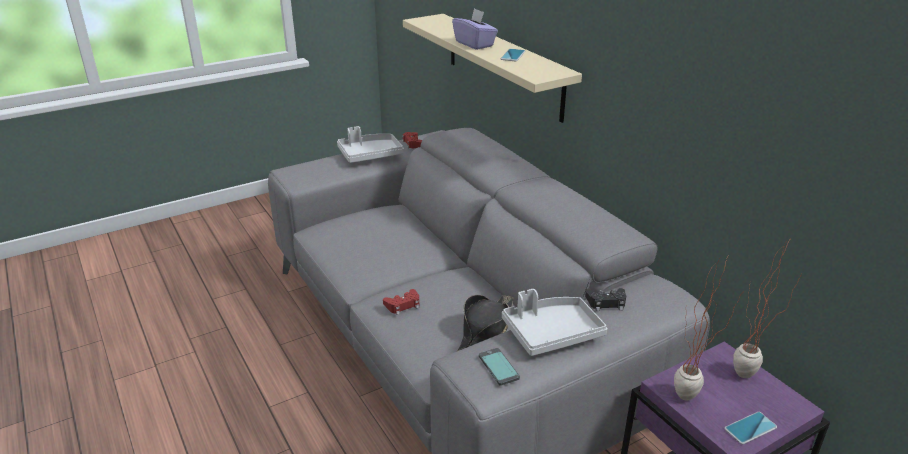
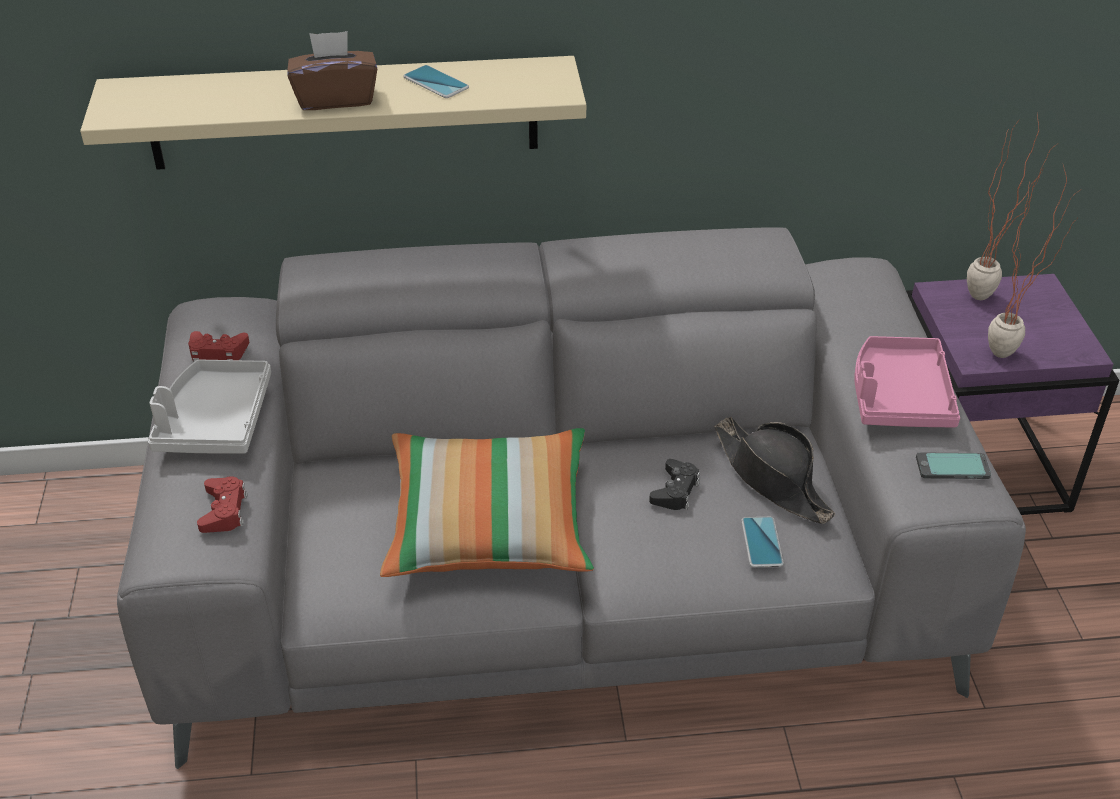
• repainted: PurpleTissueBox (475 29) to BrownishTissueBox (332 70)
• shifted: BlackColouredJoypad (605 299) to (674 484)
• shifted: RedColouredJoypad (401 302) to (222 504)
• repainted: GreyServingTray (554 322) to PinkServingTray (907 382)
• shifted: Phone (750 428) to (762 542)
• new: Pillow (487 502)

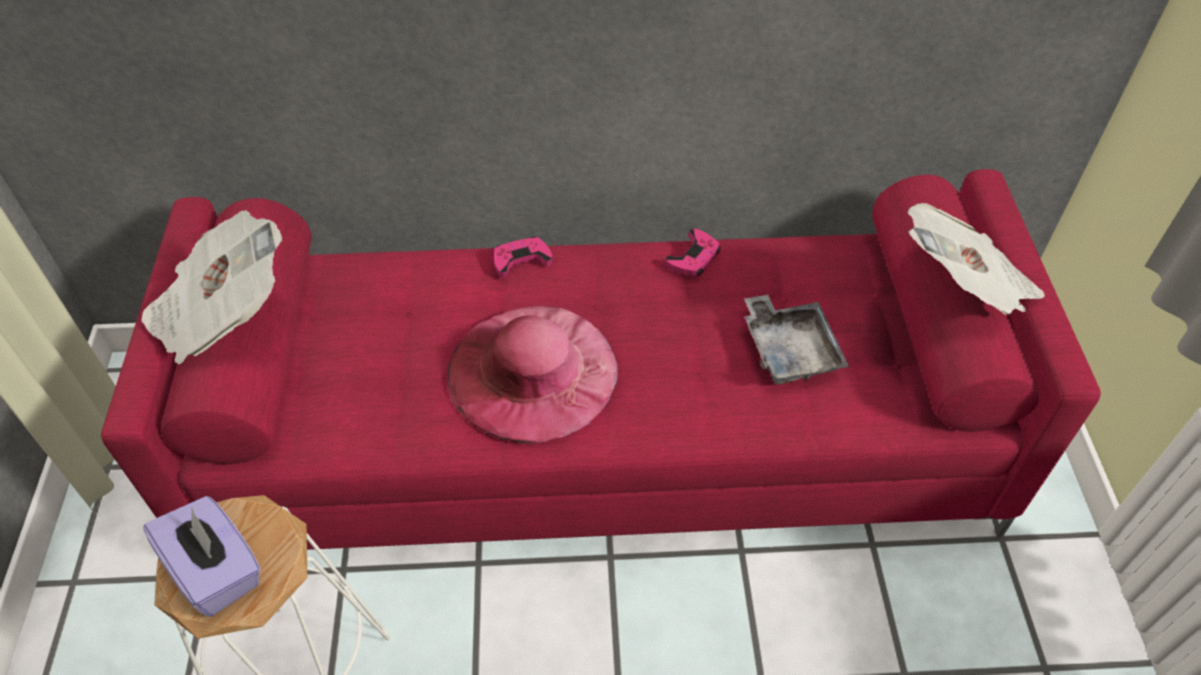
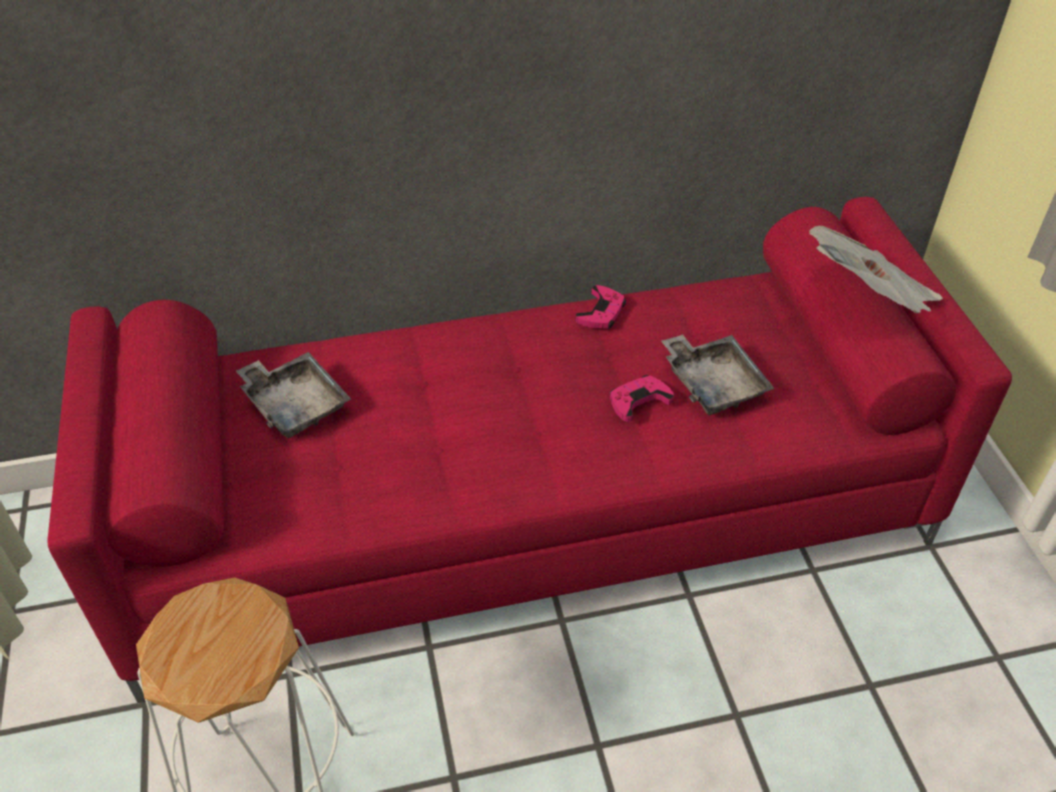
• gone: DailyPaper (211 287)
• shifted: PinkJoypad (523 256) to (641 398)
• gone: PinkHat (532 374)
• gone: PurpleTissueBox (202 556)
• new: GreyServingTray (293 395)

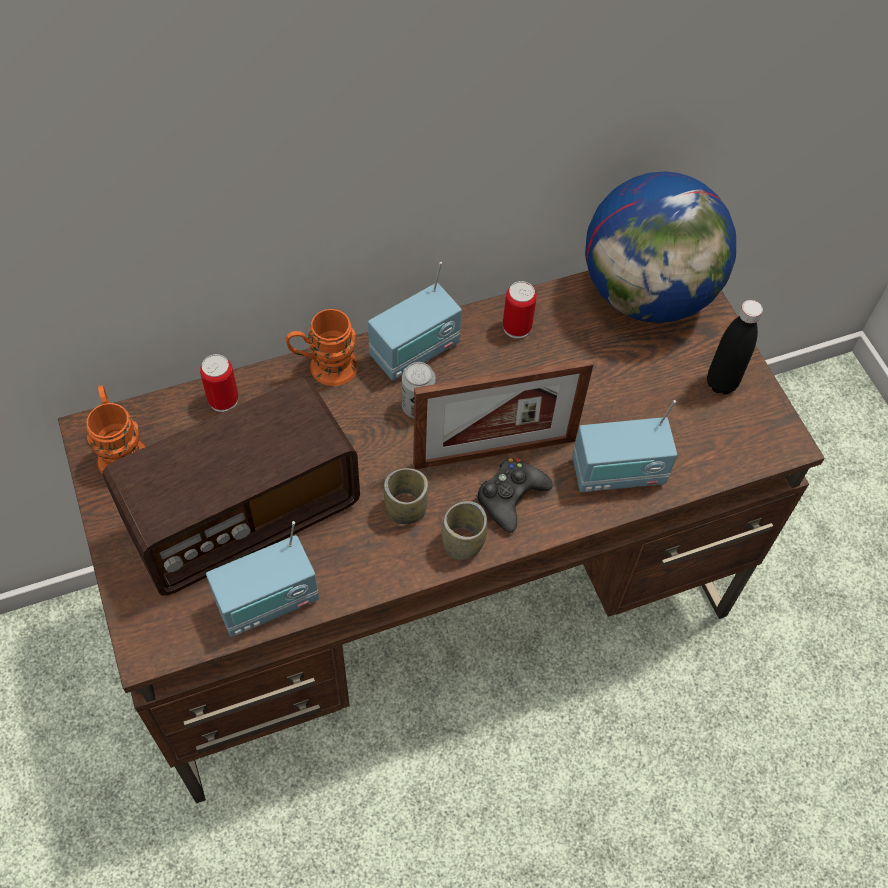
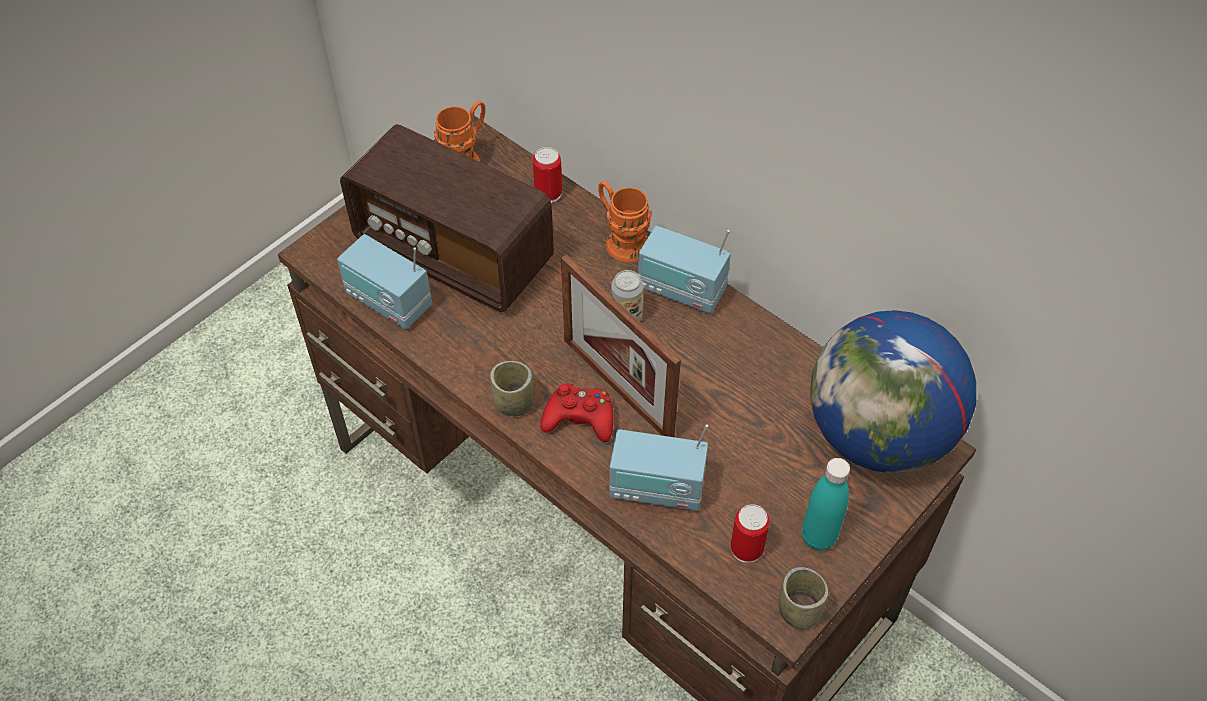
• shifted: SealedCan (520 310) to (750 533)
• repainted: BlackColouredBeverageBottle (735 347) to TurquoiseColouredBeverageBottle (826 504)
• rotated: RadioReceiver (624 446) = (658 467) 45 degrees counterclockwise
• repainted: BlackColouredJoypad (515 495) to RedColouredJoypad (576 413)
• shifted: SmallCup (406 496) to (803 598)

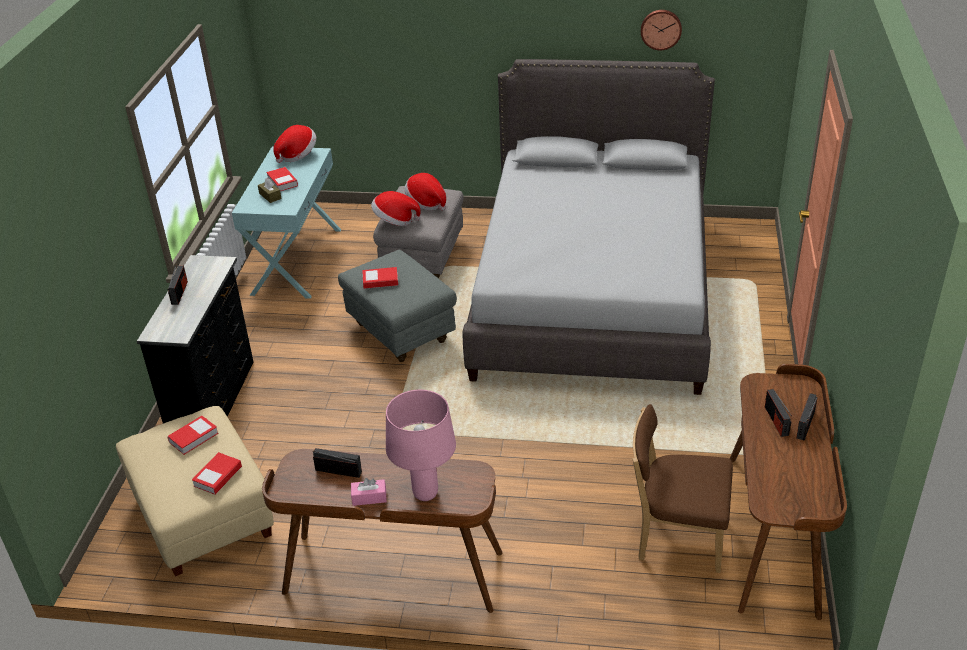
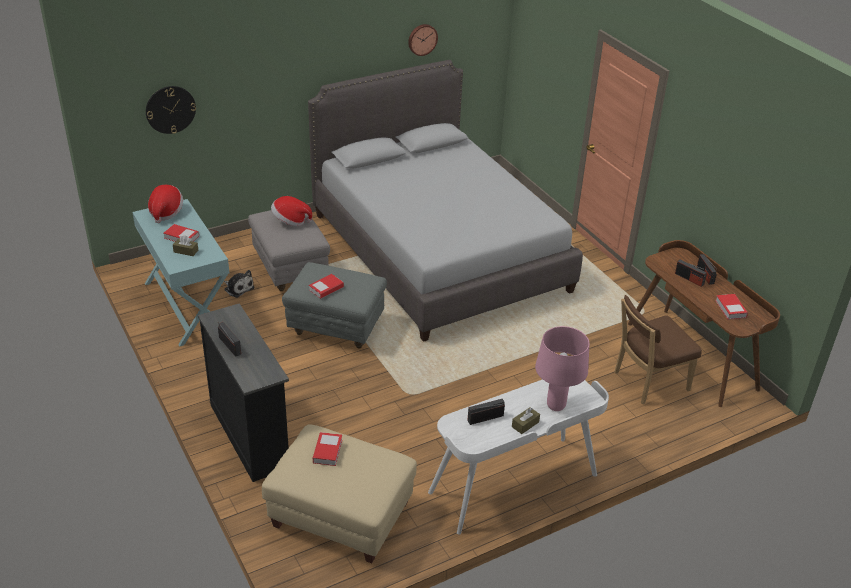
• gone: Hat (396 208)
• repainted: BrownishDeskTable (382 531) to WhitishDeskTable (518 457)
• shifted: Volume (217 473) to (731 307)
• repainted: PinkTissueBox (369 492) to BrownishTissueBox (526 420)
• new: HangingClock (171 110)
• new: PlushToy (239 284)

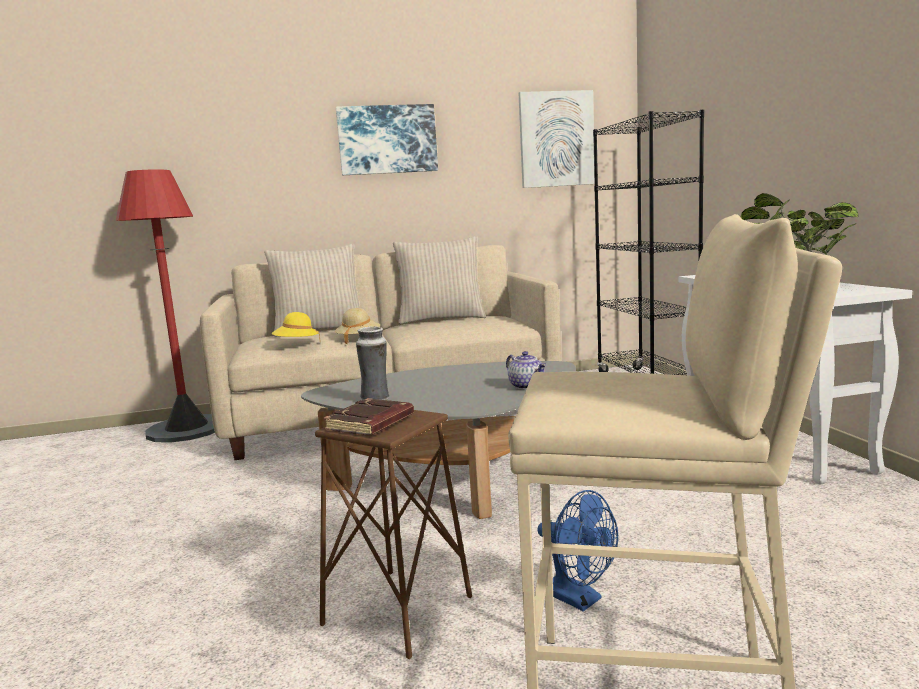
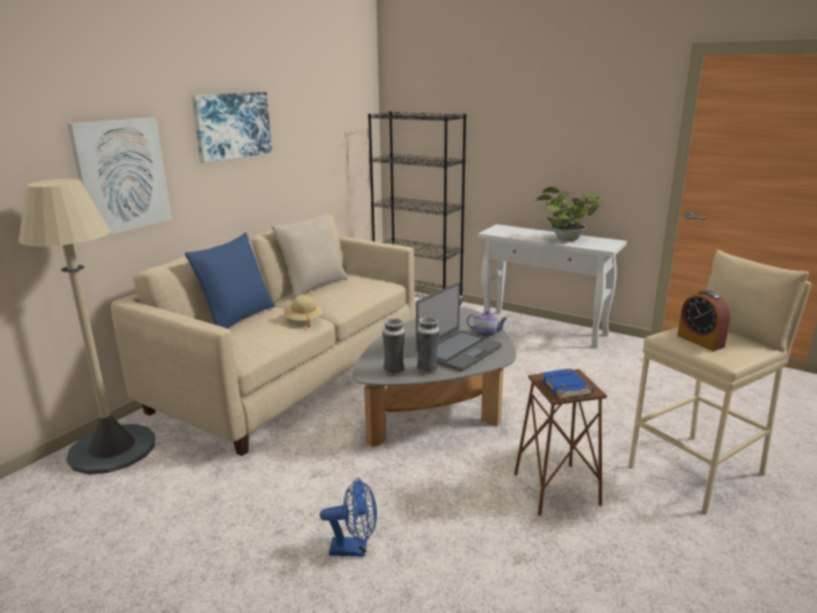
• shifted: WallArt (556 139) to (120 176)
• repainted: RedColouredFloorLamp (165 306) to BeigeFloorLamp (87 327)
• repainted: BeigePillow (312 290) to BlueColouredPillow (230 280)
• gone: YellowColouredHat (296 327)
• repainted: BrownishVolume (369 417) to BlueColouredVolume (566 384)
• shifted: BlueColouredElectricFan (577 550) to (348 517)
• new: NotebookComputer (459 327)
• new: TableClock (704 320)
• new: DecorativeVase (393 346)

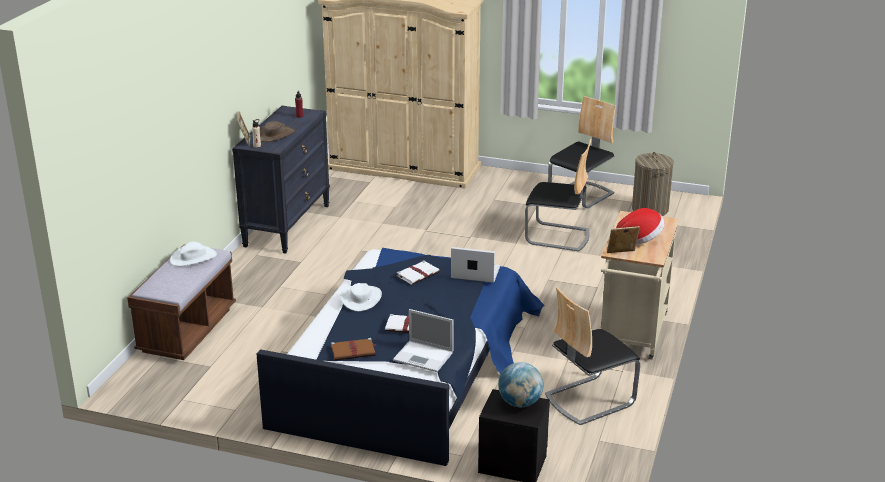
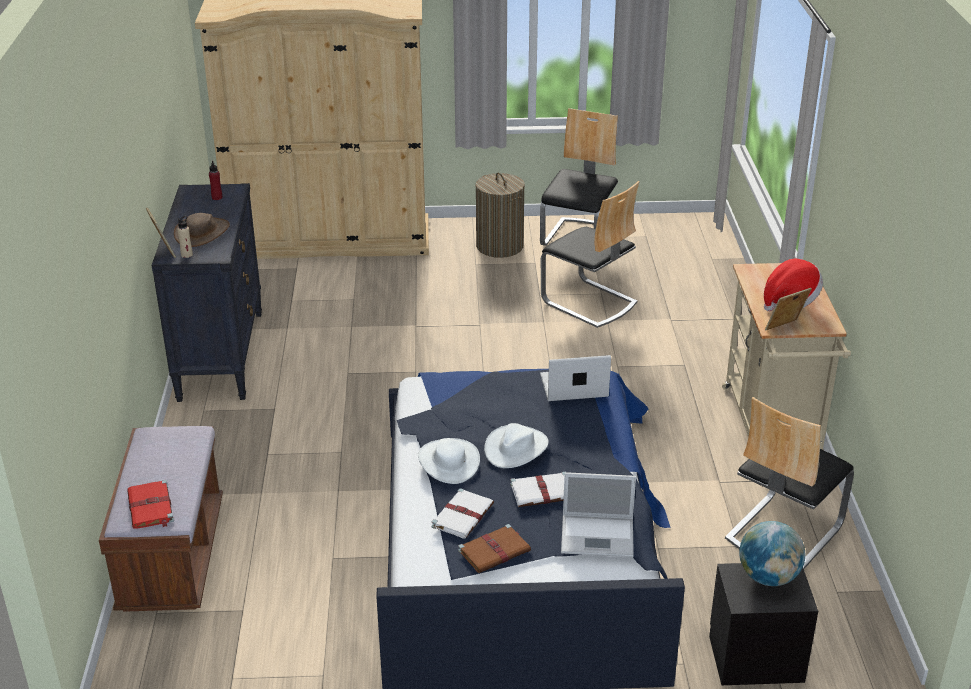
• rotated: Chair (558 195) = (590 254) 45 degrees clockwise
• shifted: LaundryBasket (653 184) to (500 215)
• shifted: WhitishHat (193 254) to (516 445)
• shifted: WhitishVolume (418 272) to (462 513)
• new: RedColouredVolume (150 504)

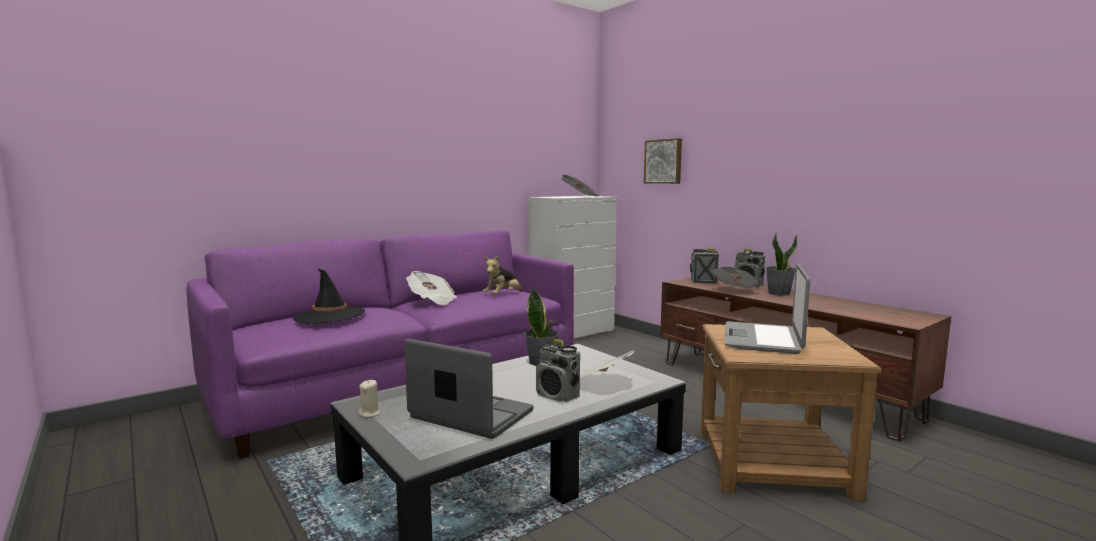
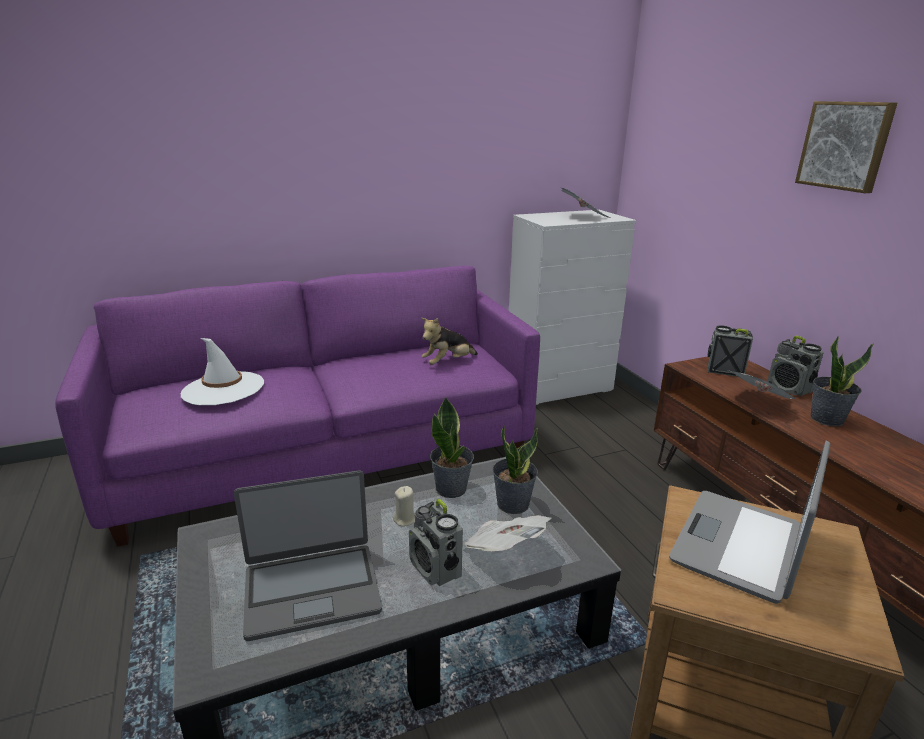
• shifted: WallArt (663 161) to (846 147)
• repainted: BlackColouredHat (329 296) to WhitishHat (222 371)
• gone: DailyPaper (431 288)
• rotated: NotebookComputer (468 389) = (308 555) 120 degrees clockwise
• shifted: BeigeCandle (369 399) to (404 506)
• new: Houseplant (515 469)

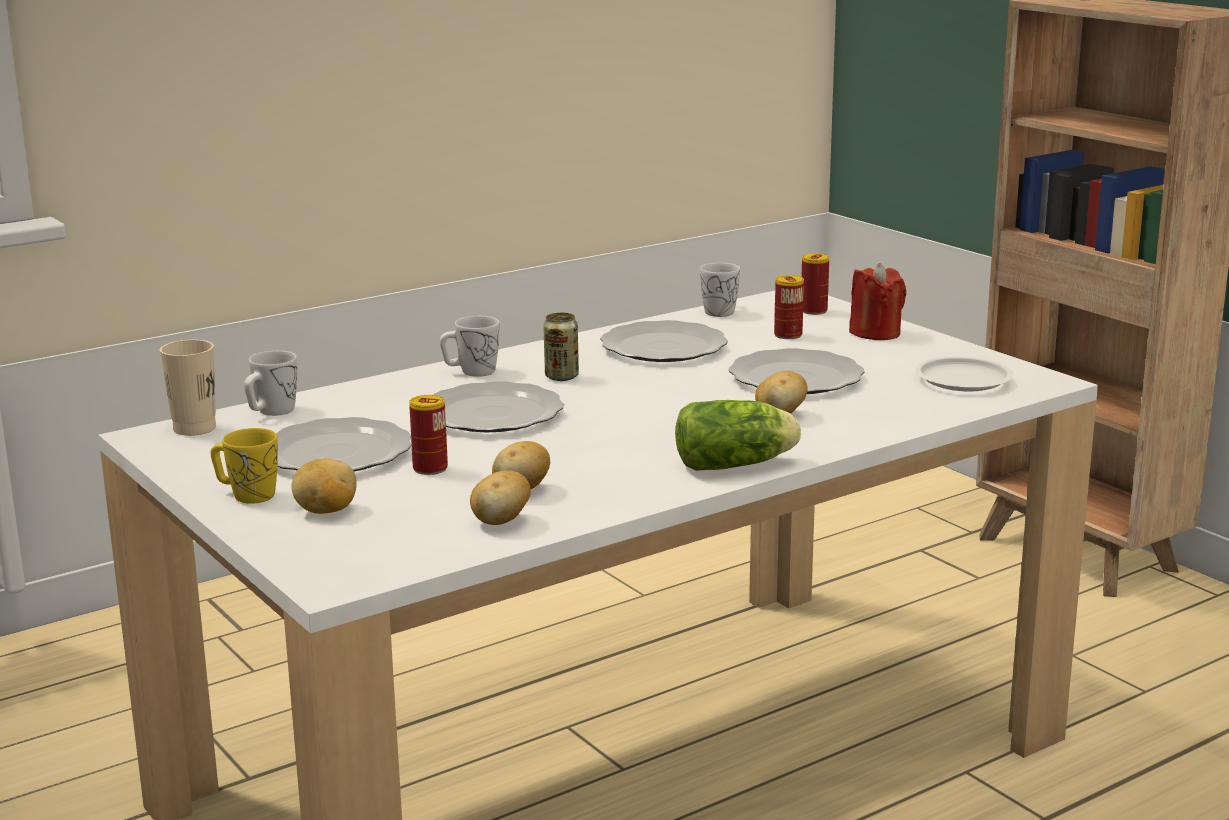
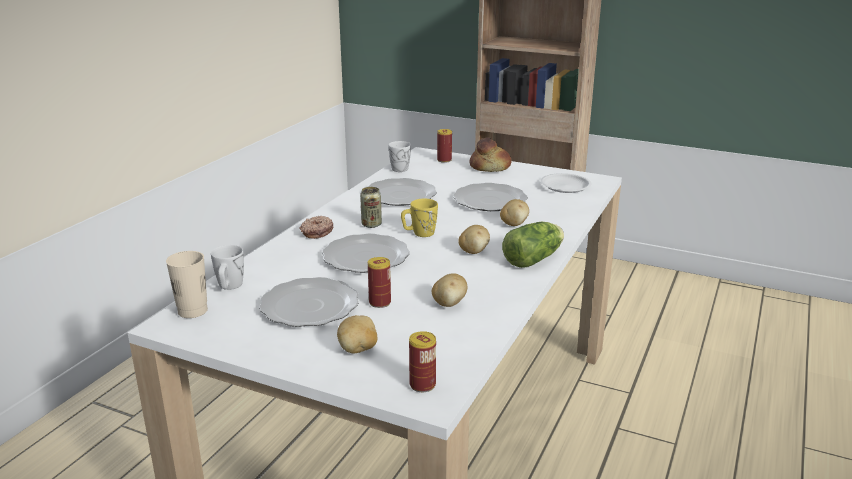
• swapped: RedColouredCandle (877 301) to BakedBread (490 155)
• shifted: SealedCan (789 307) to (422 361)
• swapped: WhitishTeaMug (470 346) to Doughnut (316 227)
• shifted: YellowColouredTeaMug (244 466) to (419 218)
• shifted: Potato (500 497) to (474 239)

